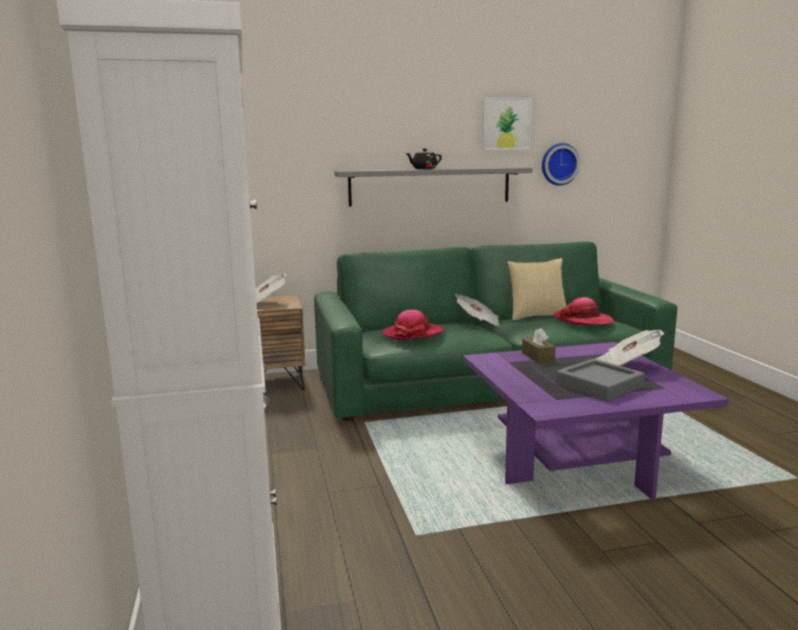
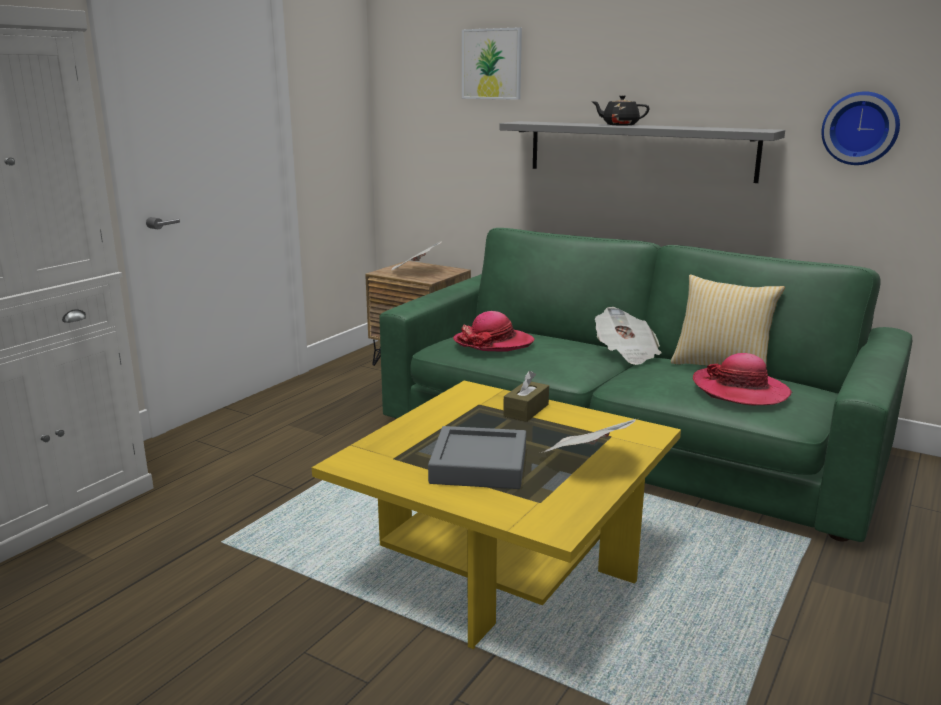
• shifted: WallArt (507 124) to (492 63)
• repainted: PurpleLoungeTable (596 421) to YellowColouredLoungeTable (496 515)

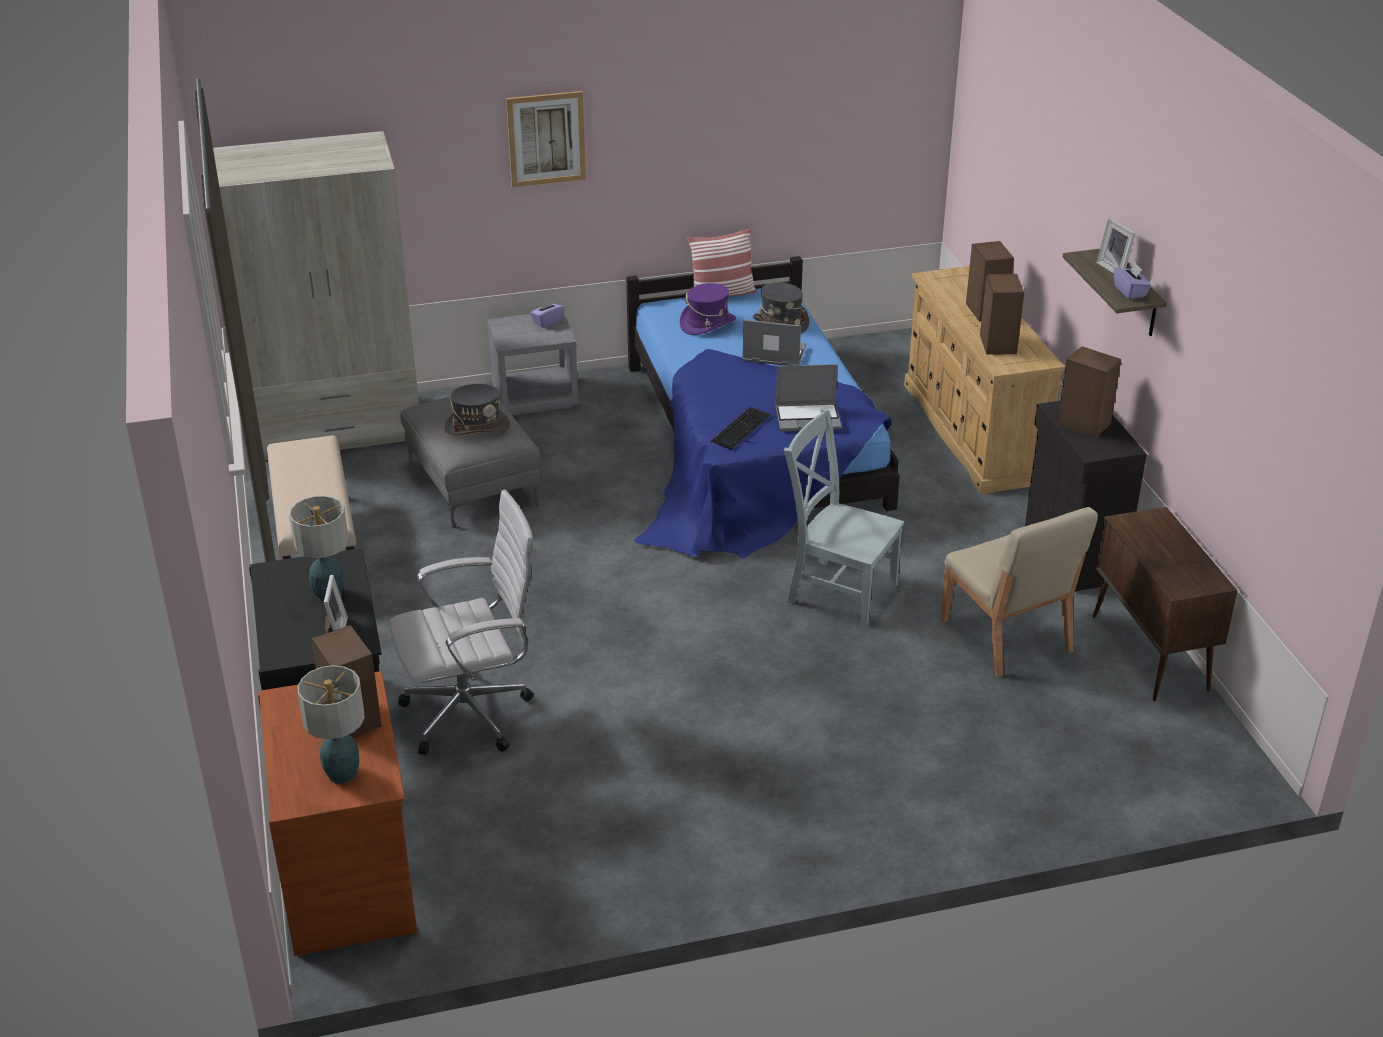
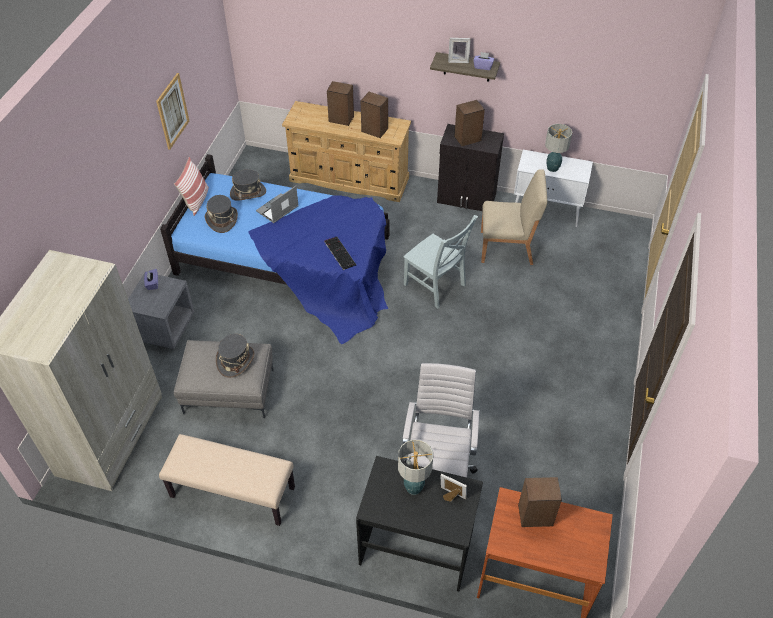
• shifted: WallArt (546 139) to (172 111)
• repainted: PurpleHat (708 309) to GreyHat (221 214)
• gone: NotebookComputer (809 397)
• rotated: GreyChair (844 517) = (440 262) 105 degrees counterclockwise
• repainted: BrownishCabinet (1165 604) to WhitishCabinet (553 188)
• shifted: TableLamp (331 724) to (558 148)

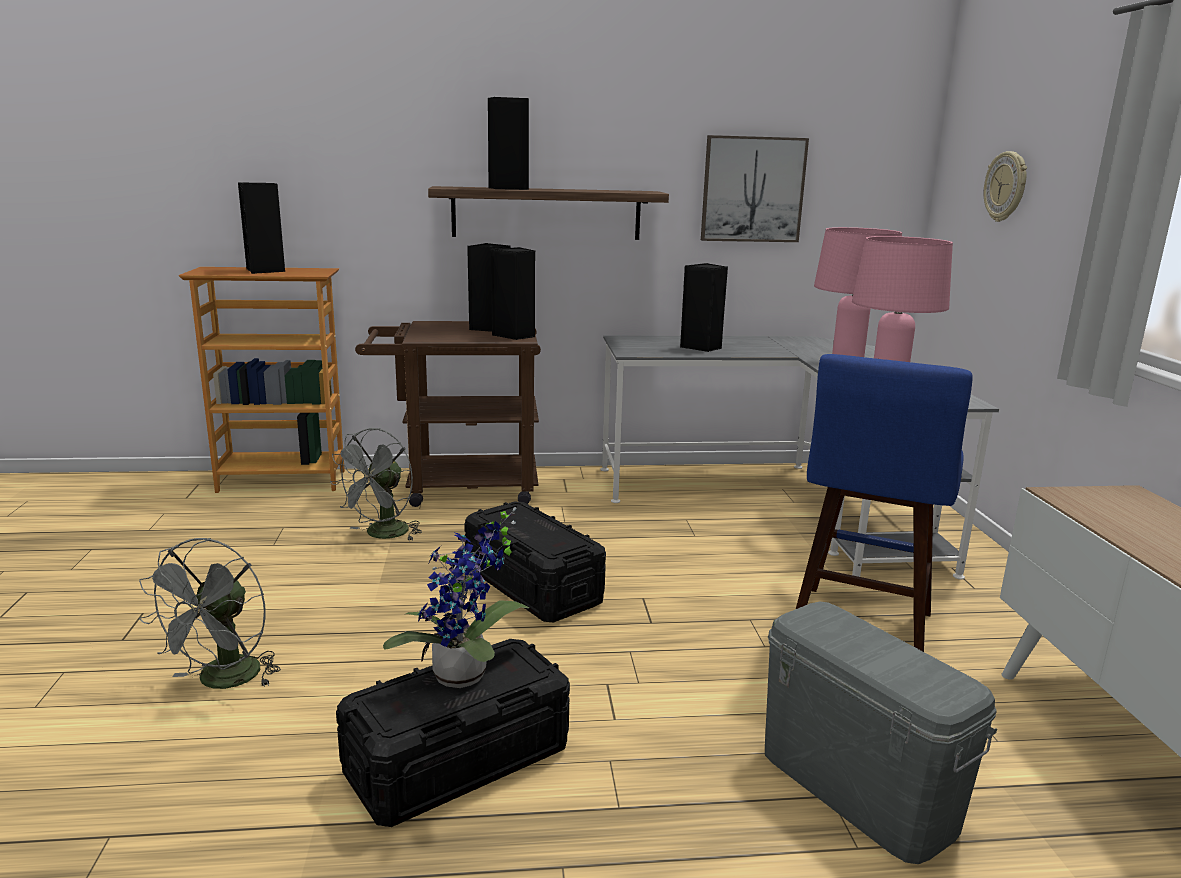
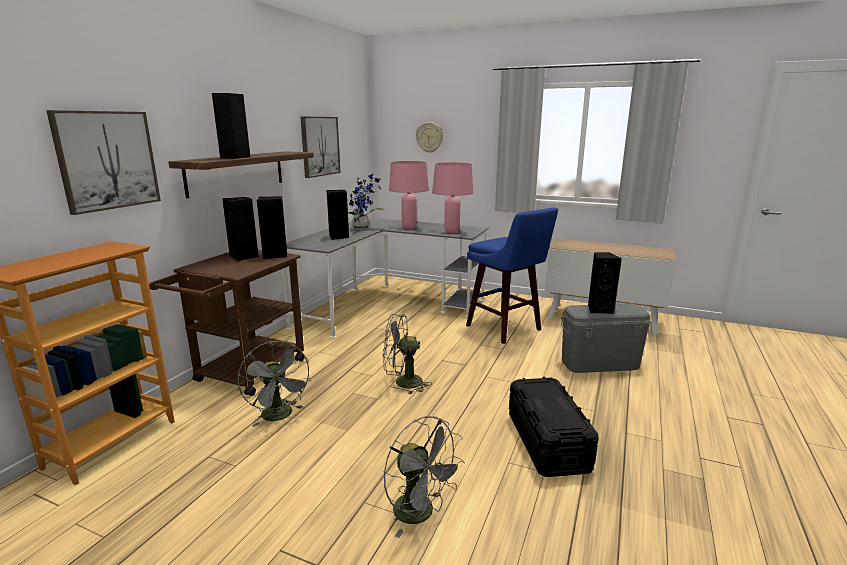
• shifted: BlackColouredAudioSpeaker (261 228) to (605 283)
• swapped: BlackColouredStorageBin (535 561) to GreyElectricFan (407 354)
• shifted: Houseplant (456 597) to (366 202)
• new: WallArt (103 162)

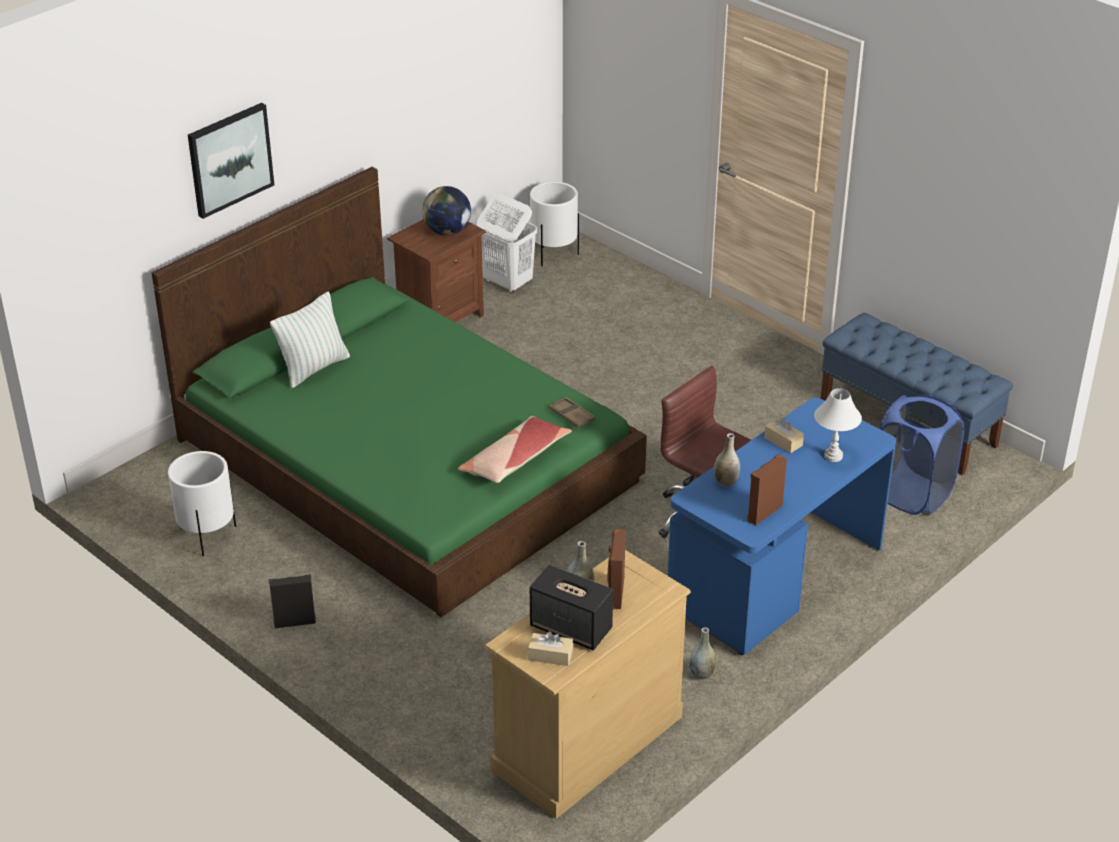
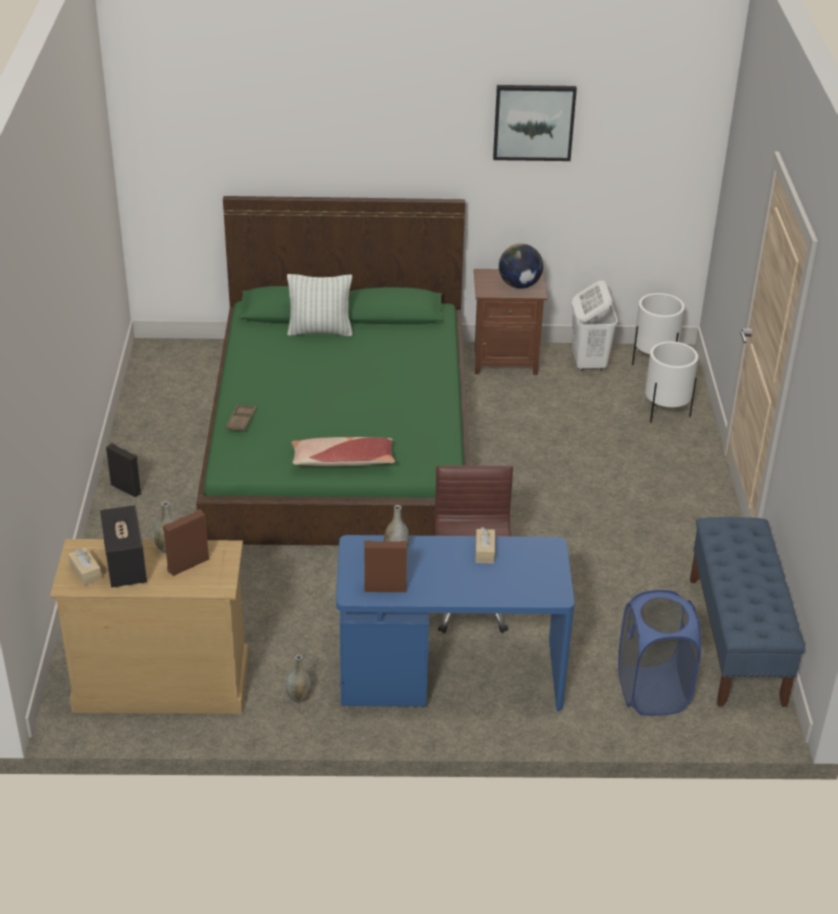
• shifted: WallArt (231 161) to (535 123)
• gone: WhitishTableLamp (838 425)
• shifted: BrownishServingTray (571 412) to (241 418)
• shifted: WhitishPlantPot (202 503) to (671 382)

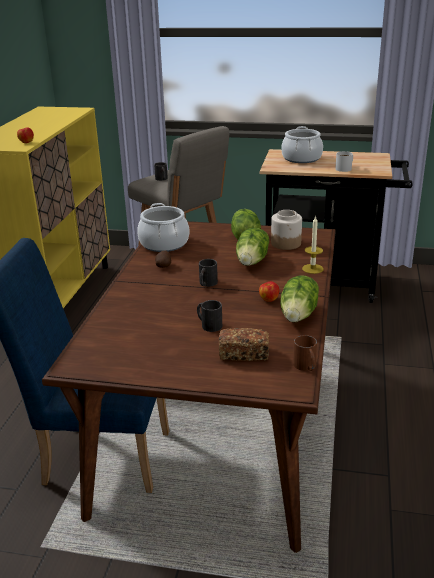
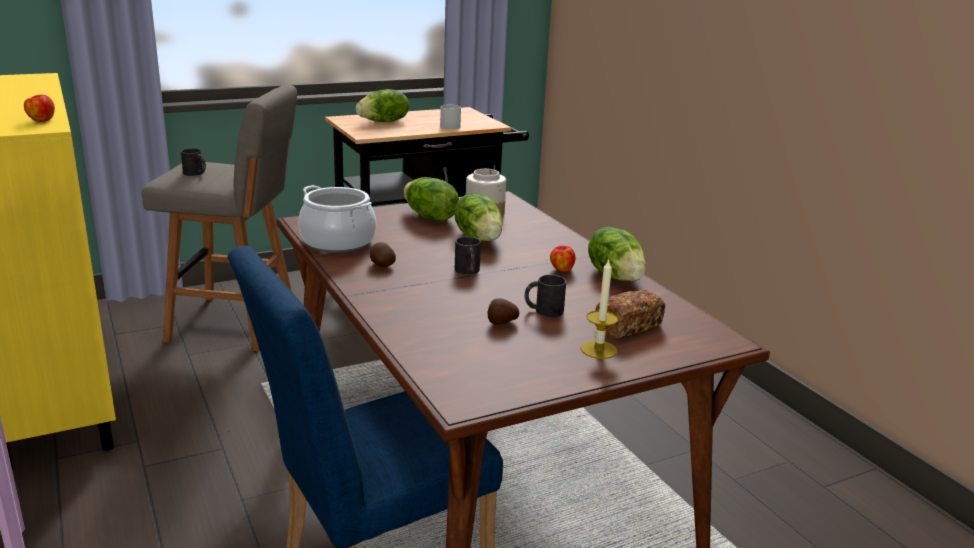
• swapped: Stockpot (302 144) to LettuceHead (382 105)
• shifted: Candle (312 244) to (599 308)
• gone: BrownishTeaMug (305 353)
• new: Potato (503 311)

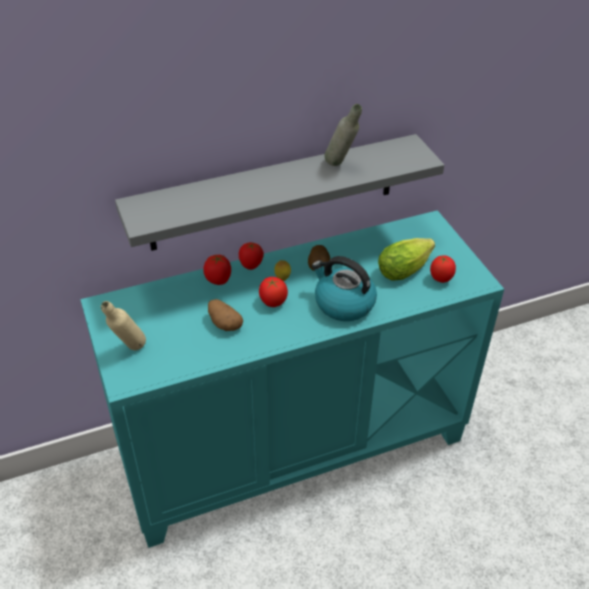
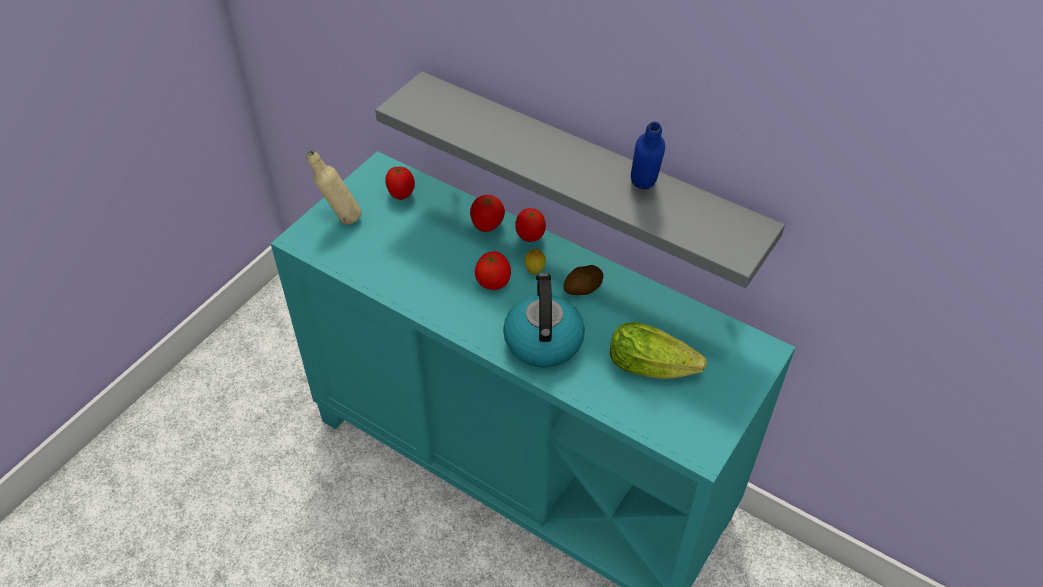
• repainted: GreyBeverageBottle (343 135) to BlueColouredBeverageBottle (648 155)
• shifted: Tomato (443 269) to (400 183)
• gone: Potato (225 315)

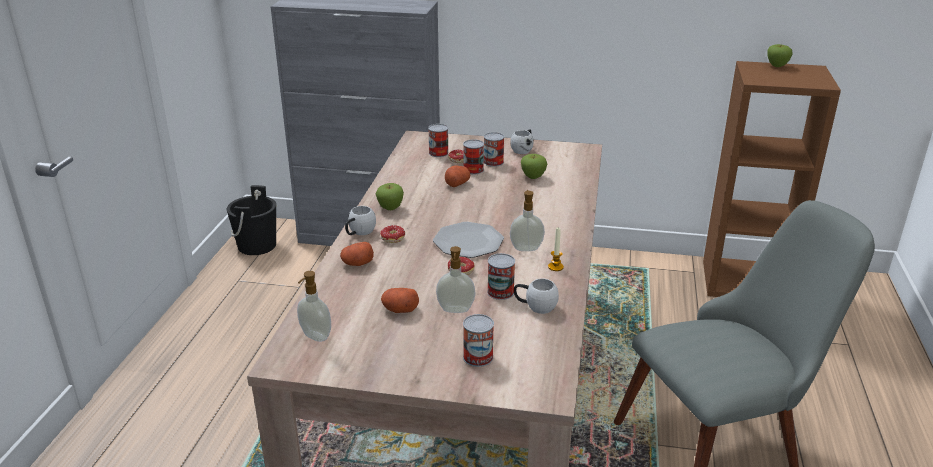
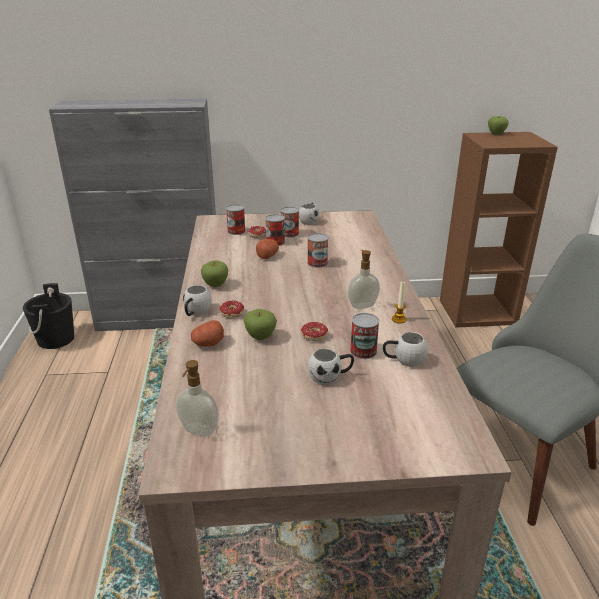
• shifted: WholeApple (534 166) to (260 324)
• gone: Plate (468 240)
• swapped: LiquidSoapBottle (456 279) to WhitishTeaMug (331 366)
• gone: Potato (400 300)
• shifted: SealedCan (478 340) to (317 250)

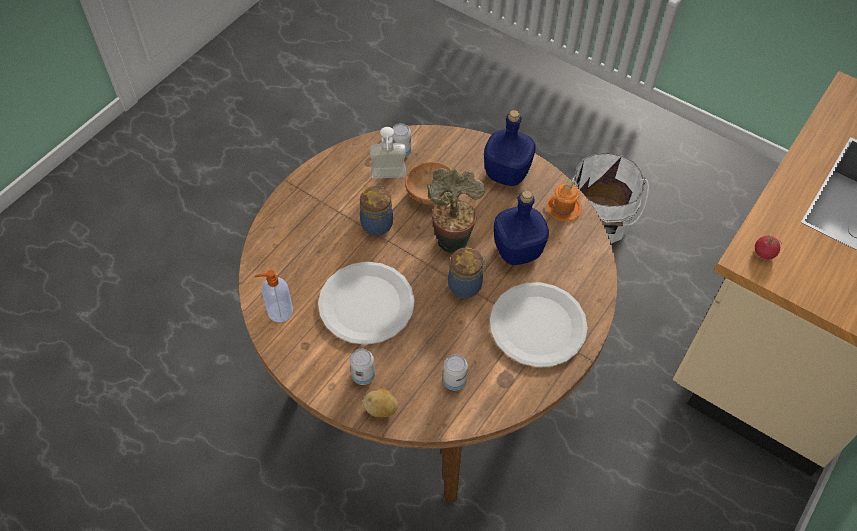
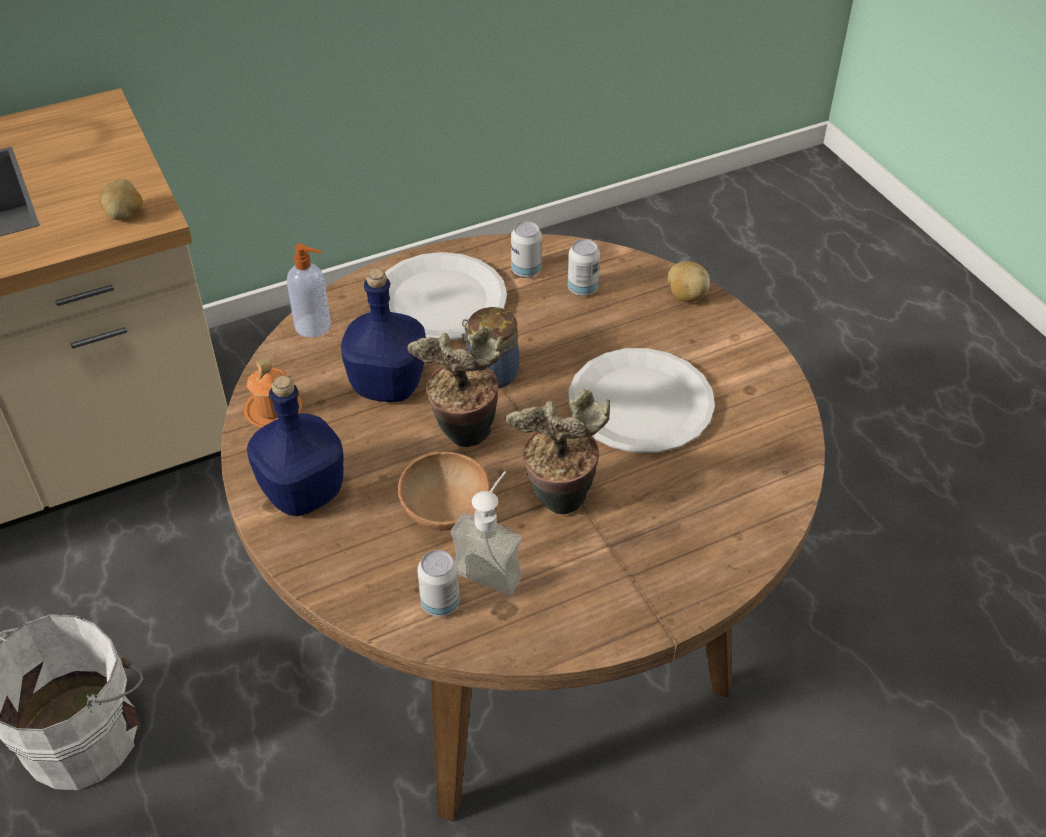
• swapped: PreserveJar (376 210) to Houseplant (557 451)
• swapped: Tomato (768 247) to Potato (121 199)
• shifted: LiquidSoapBottle (274 296) to (309 290)
• shifted: SealedCan (362 367) to (526 249)

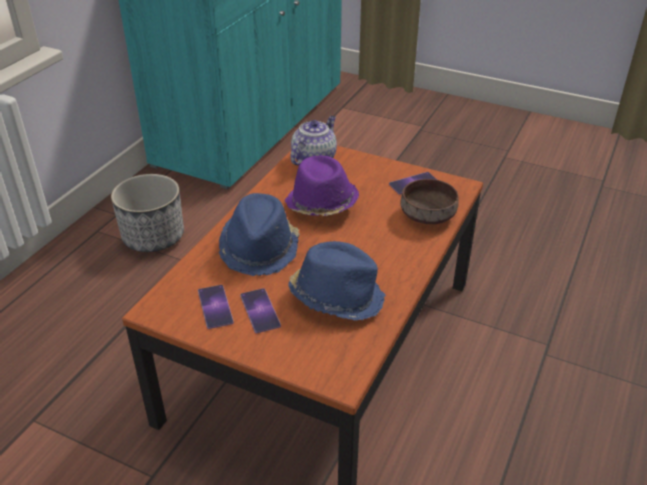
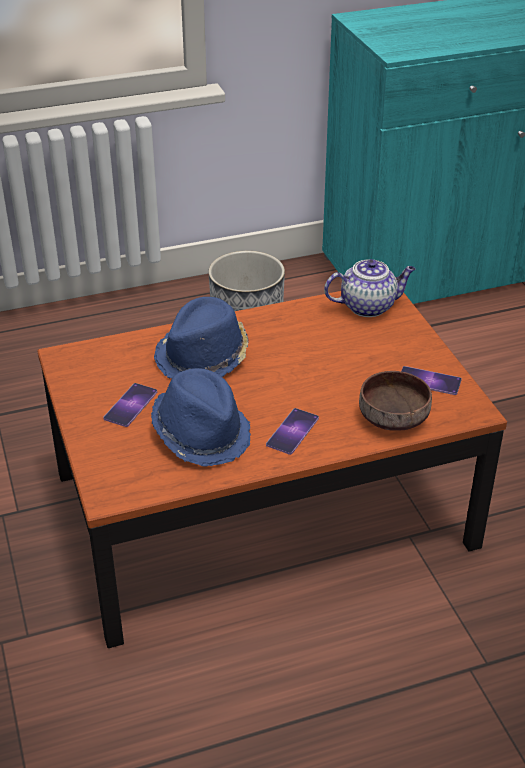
• gone: PurpleHat (322 186)
• shifted: Phone (216 307) to (292 431)

